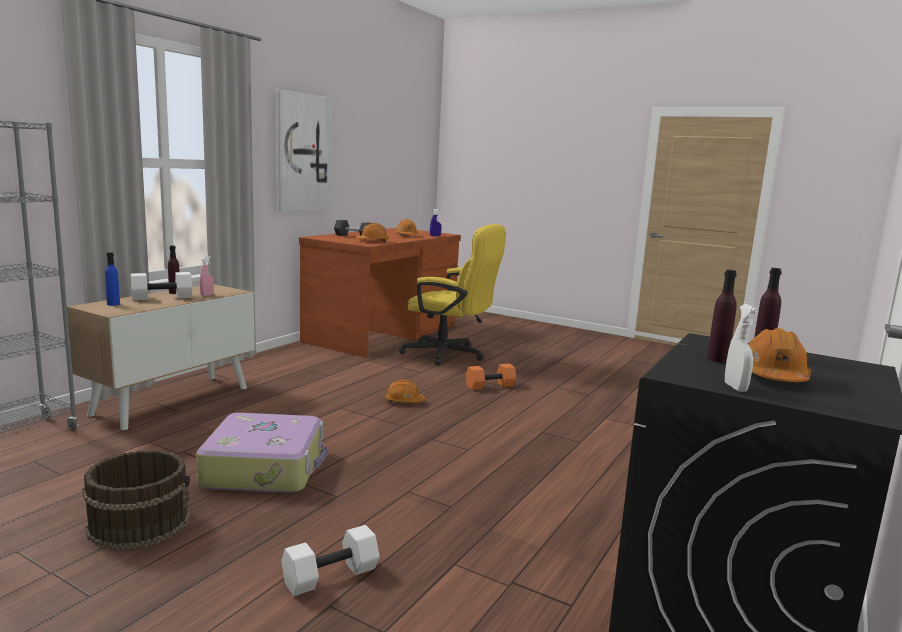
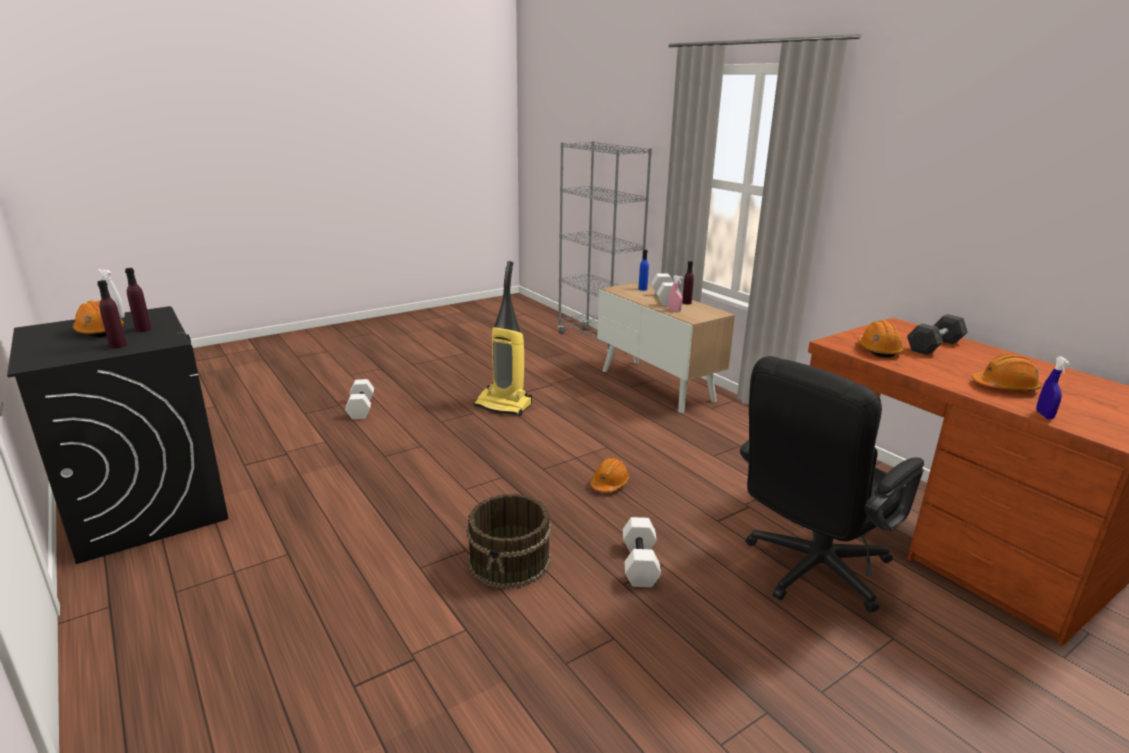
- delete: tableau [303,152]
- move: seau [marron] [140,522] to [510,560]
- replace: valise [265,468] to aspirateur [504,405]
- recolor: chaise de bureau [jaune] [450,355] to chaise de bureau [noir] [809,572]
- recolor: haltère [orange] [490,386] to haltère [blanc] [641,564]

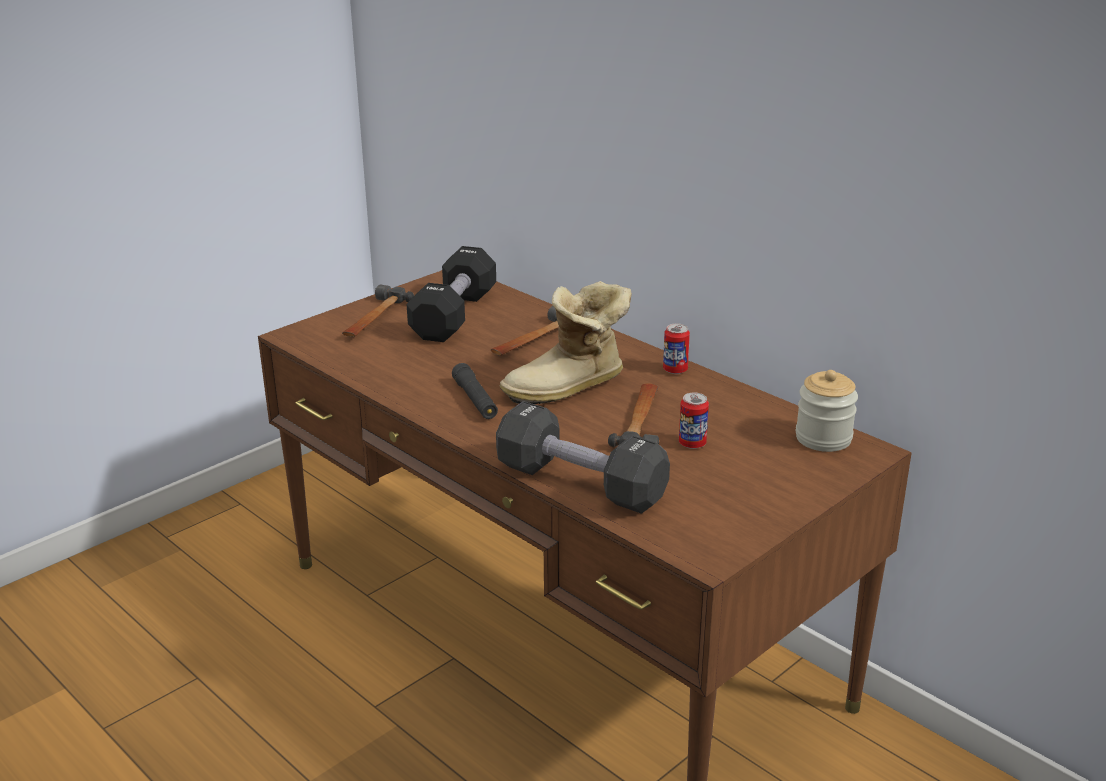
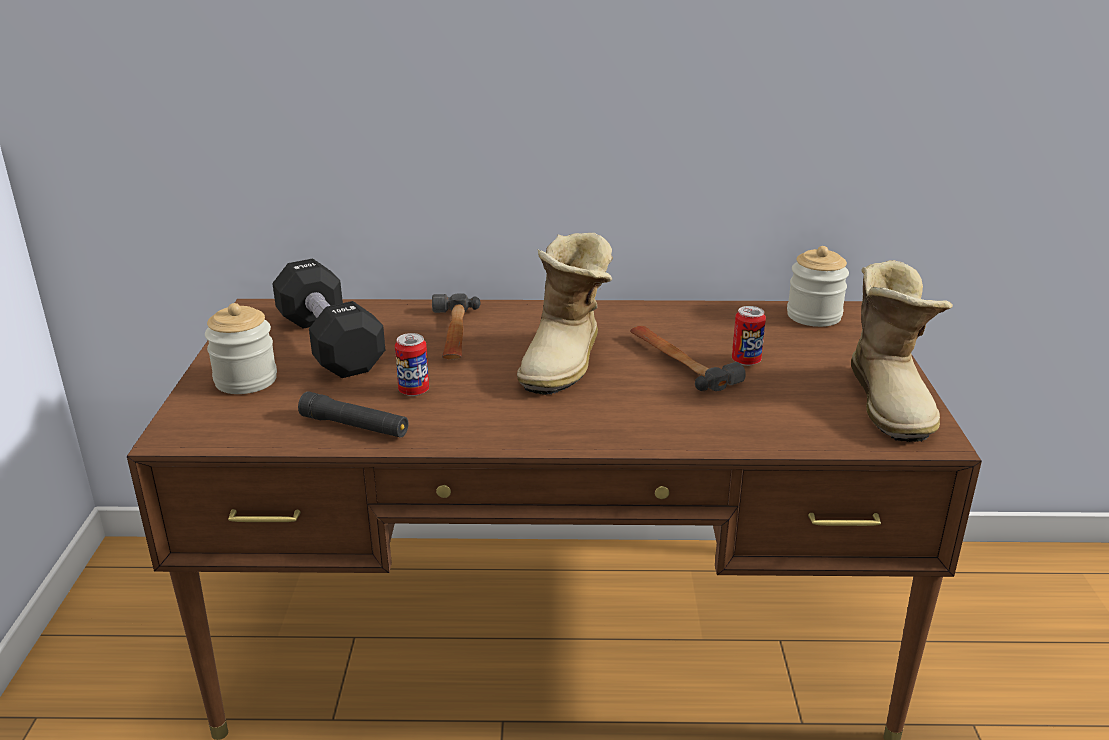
- delete: haltère [noir] [580,483]
- insert: botte [892,401]
- move: lampe de poche [noir] [475,400] to [355,426]
- move: boîte métallique [675,370] to [414,391]
- replace: marteau [374,319] to bocal [246,380]

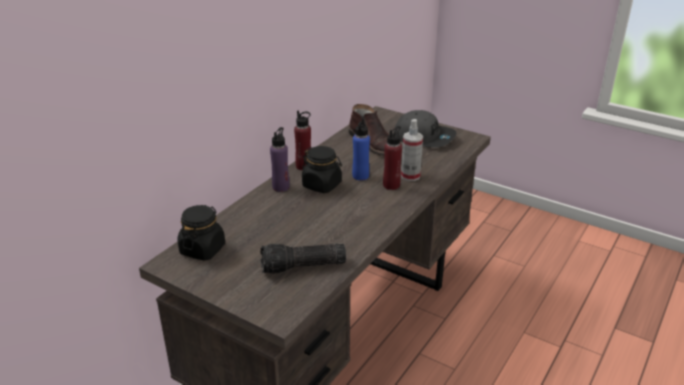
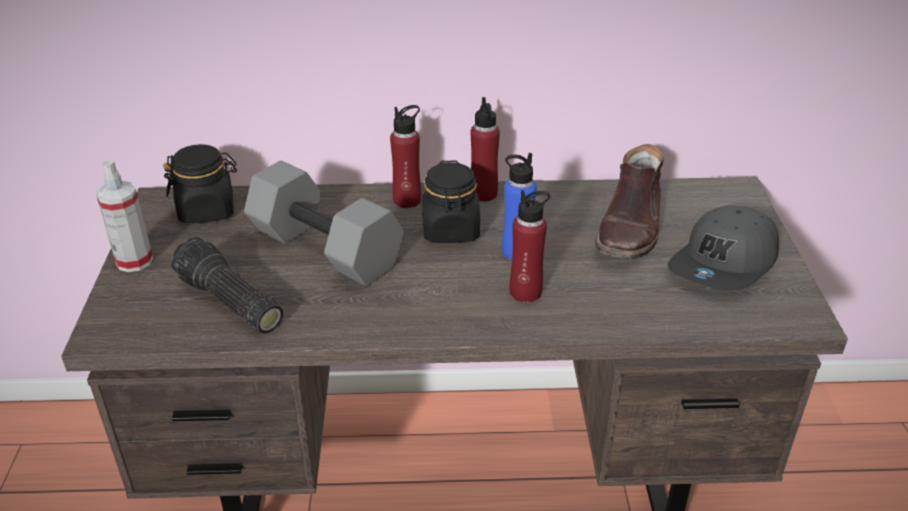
- insert: haltère [gris] [328,248]
- move: vaporisateur [410,176] to [134,261]
- recolor: bouteille [violet] [281,187] to bouteille [rouge] [407,200]
- rotate: casquette [gris] [424,137] = [725,264] 45 degrees clockwise

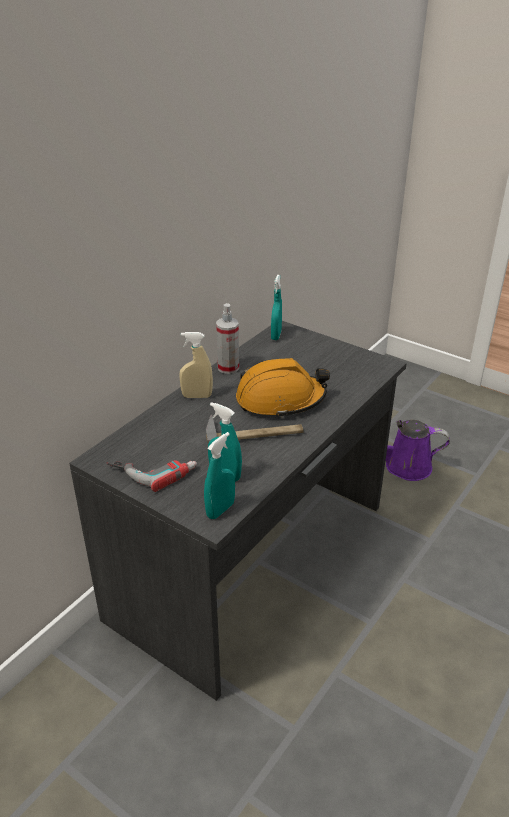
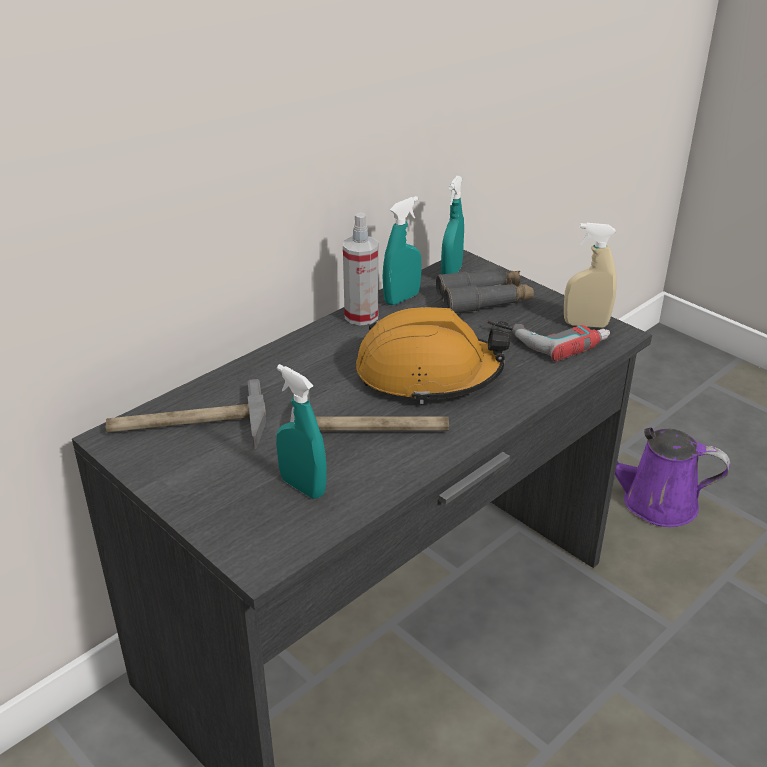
- insert: marteau [187,425]
- insert: jumelles [gris] [484,300]
- move: perceuse [153,469] to [549,336]
- move: vaporisateur [beige] [197,396] to [585,324]
- move: vaporisateur [turquoise] [220,510] to [402,298]

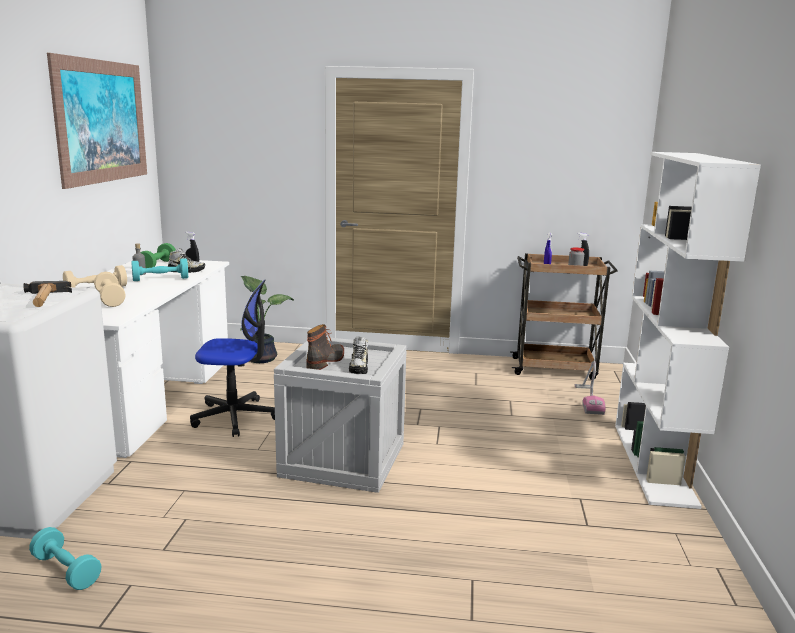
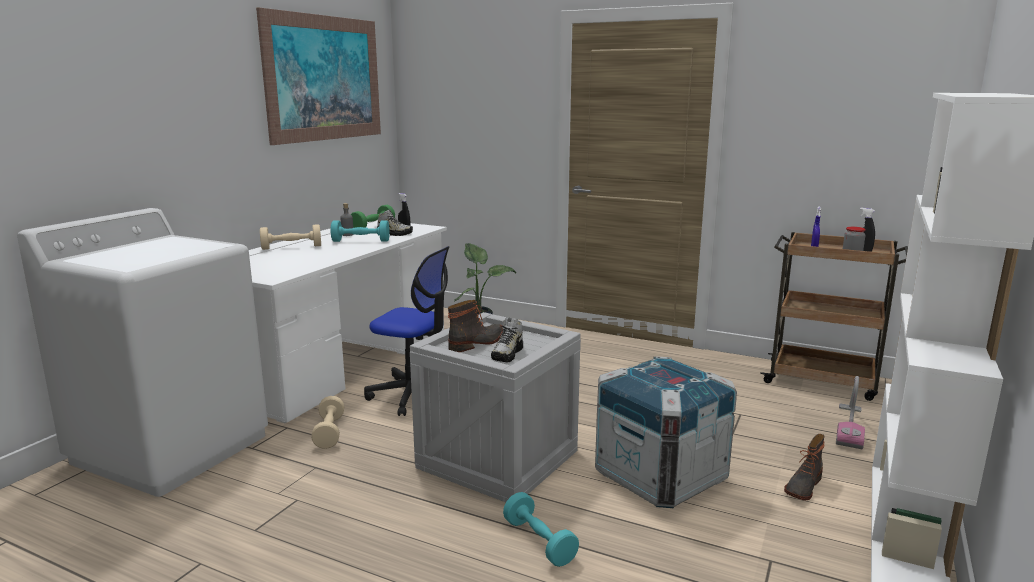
- delete: marteau [45,299]
- insert: caisse [660,476]
- insert: botte [802,486]
- move: haltère [turquoise] [66,571] to [539,542]
- move: haltère [beige] [110,299] to [329,432]

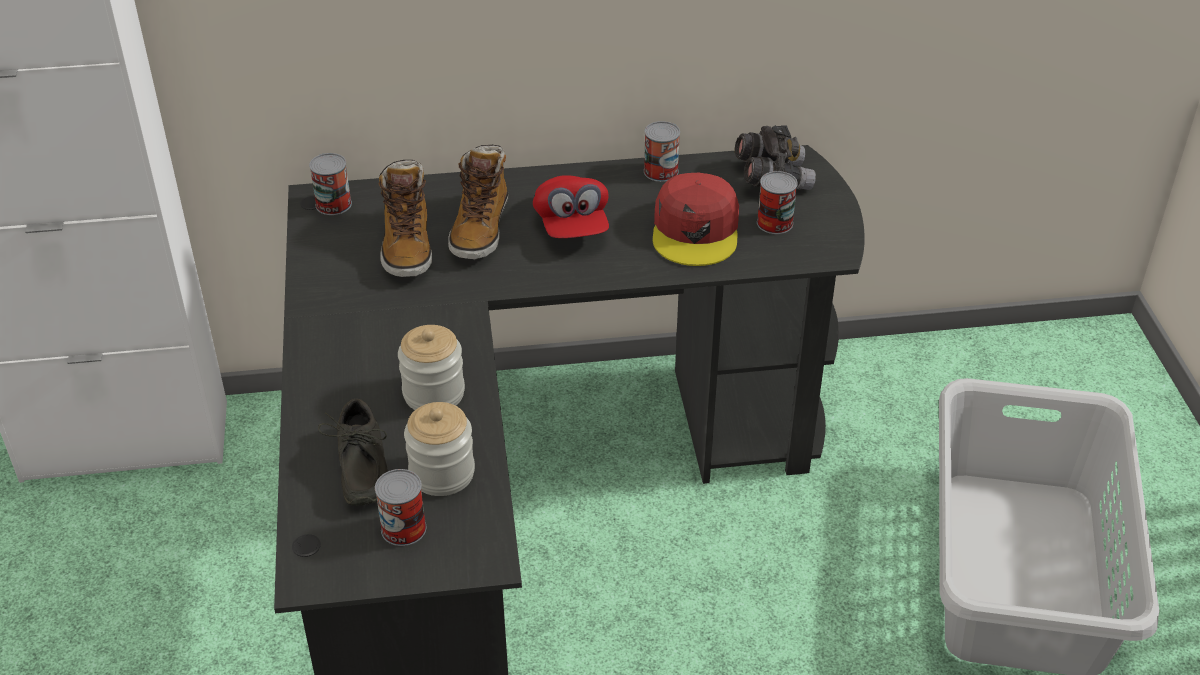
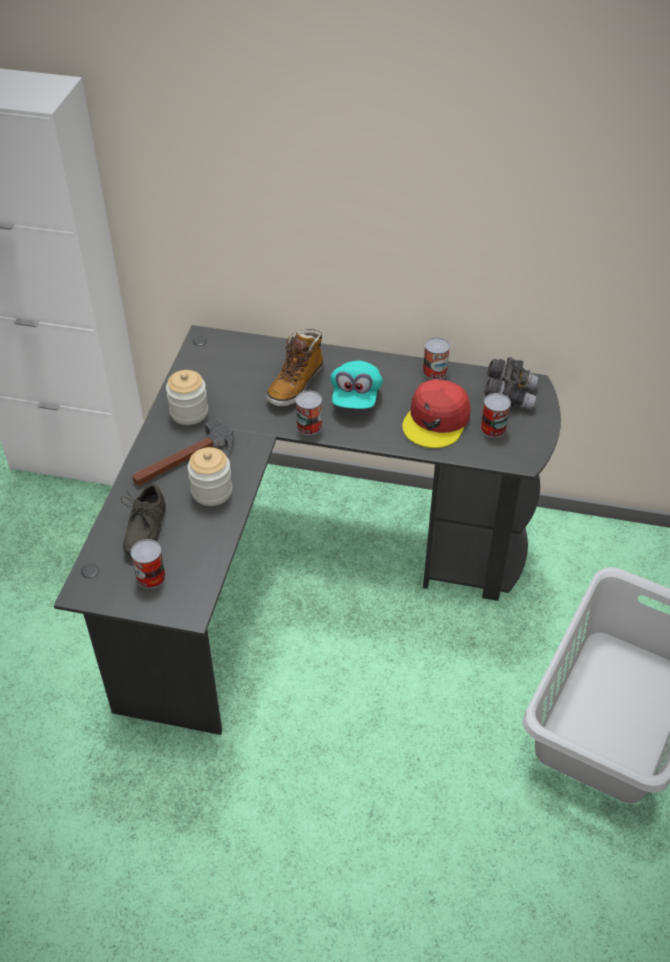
- delete: botte [407,246]
- insert: marteau [184,459]
- move: boîte métallique [333,204] to [309,426]
- move: bocal [442,473] to [189,412]
- recolor: casquette [rouge] [572,226] to casquette [turquoise] [355,397]

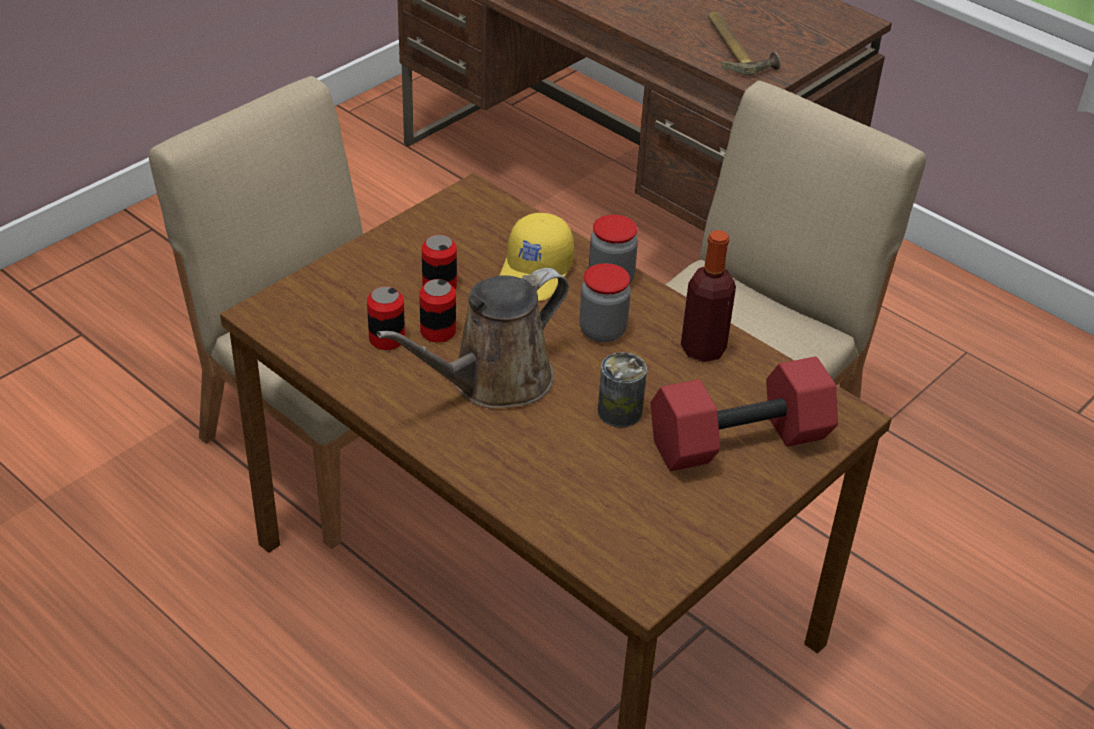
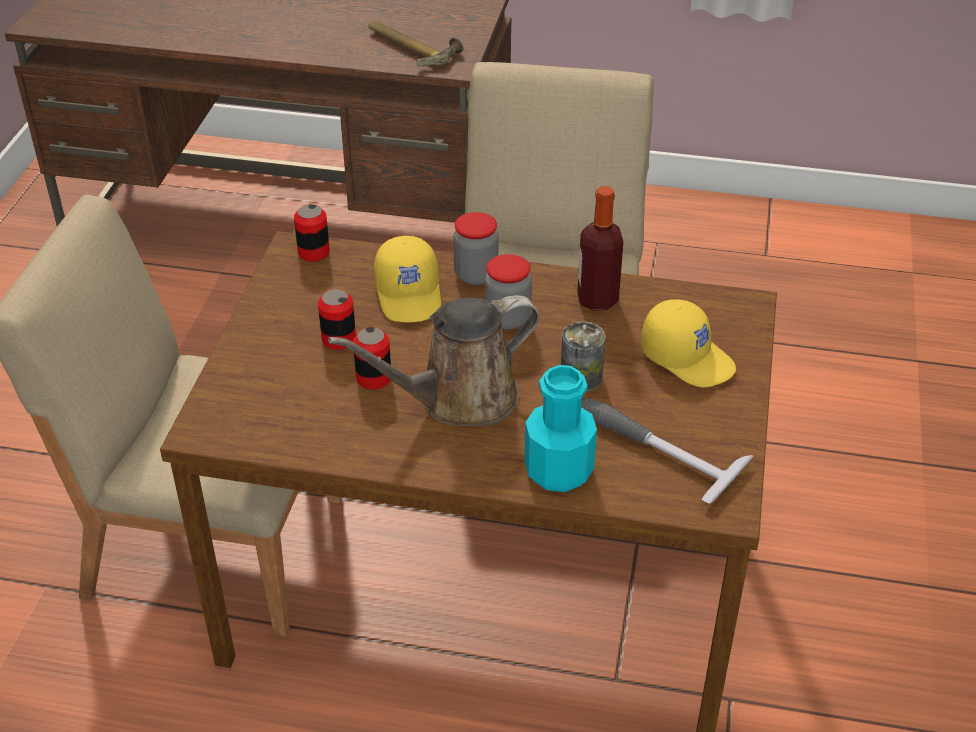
- insert: bouteille [turquoise] [558,470]
- insert: marteau [654,446]
- move: boîte métallique [387,339] to [314,252]
- replace: haltère [rouge] [739,438] to casquette [jaune] [688,357]
- rotate: arrosoir [marron] [493,381] = [458,399] 45 degrees clockwise

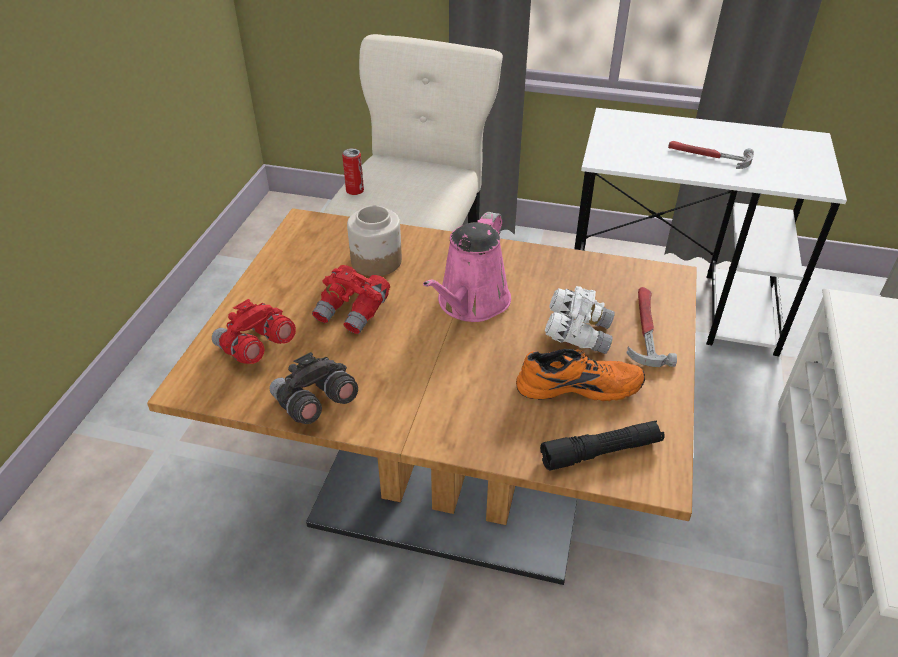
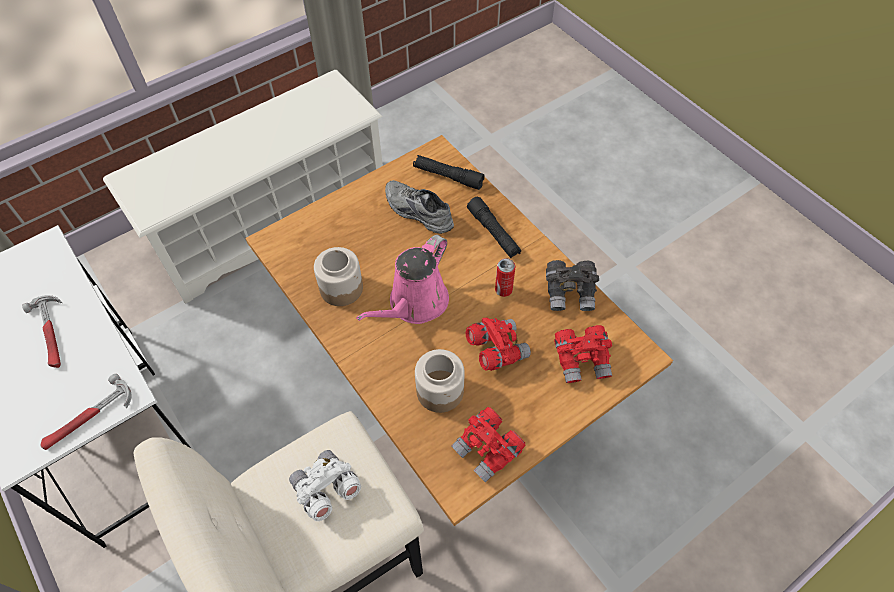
- insert: bocal [341,288]
- insert: jumelles [rouge] [488,450]
- insert: lampe de poche [noir] [493,233]
- move: boîte métallique [355,191] to [503,290]
- move: jumelles [blanc] [577,334] to [326,490]
- move: marteau [645,329] to [88,418]
- recolor: chaussure [orange] [578,384] to chaussure [gris] [417,213]
- rotate: arrosoir [rose] [471,304] = [415,304] 150 degrees clockwise

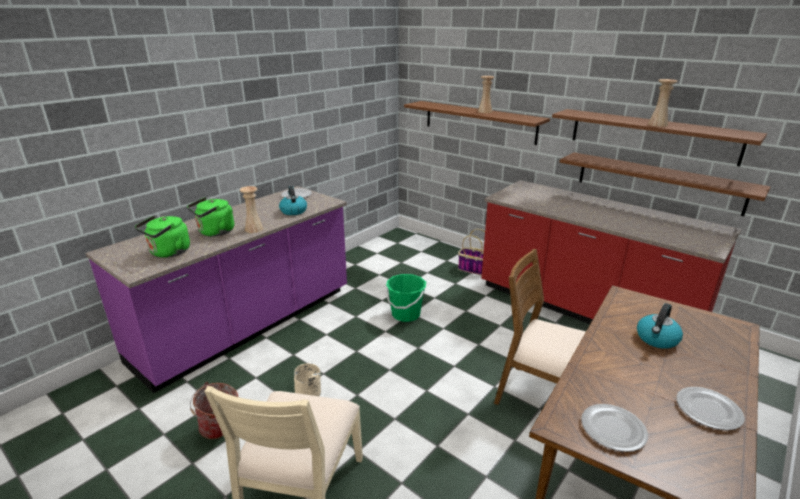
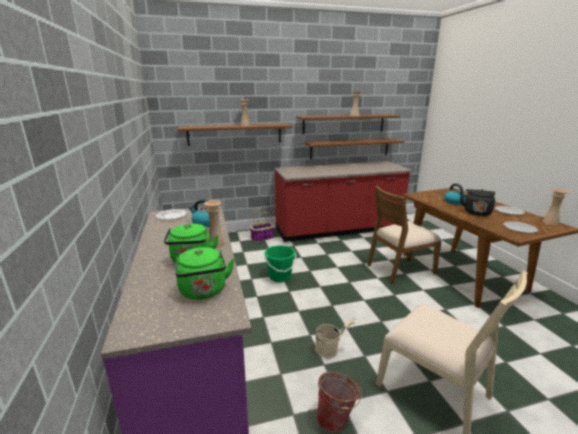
- insert: bouilloire [noir] [476,212]
- insert: vase [beige] [550,222]

